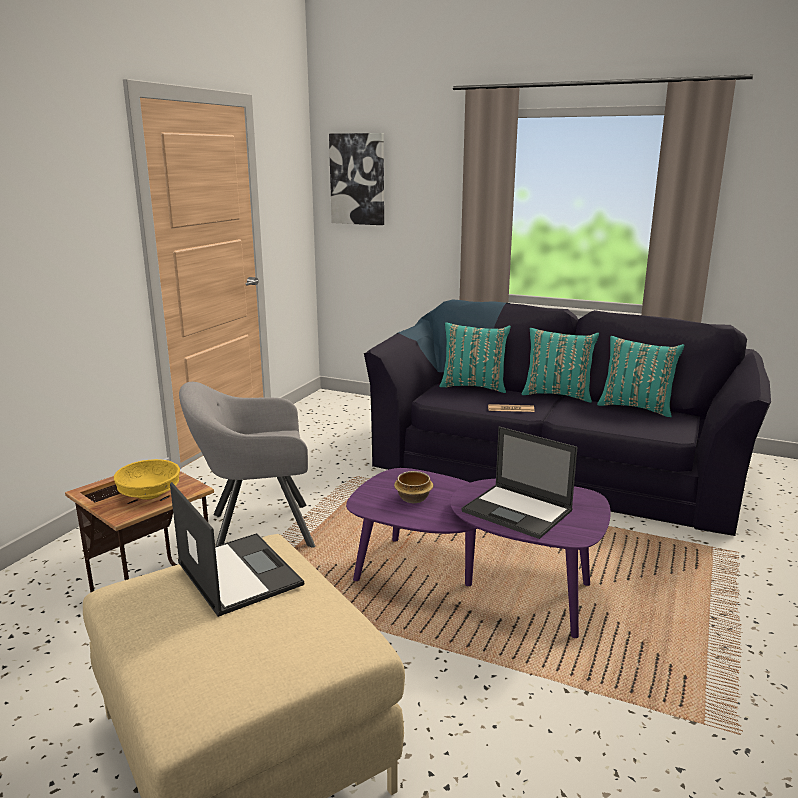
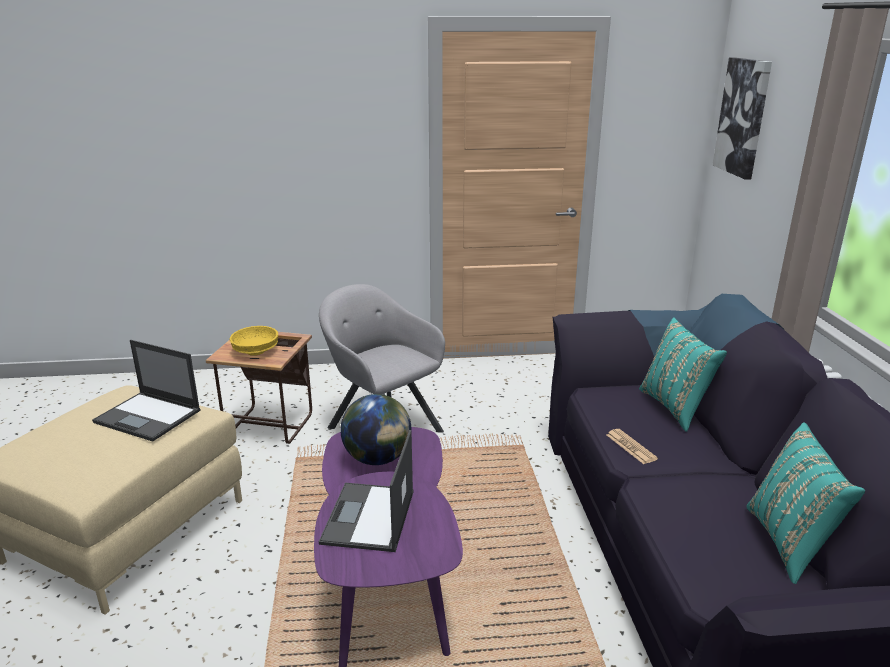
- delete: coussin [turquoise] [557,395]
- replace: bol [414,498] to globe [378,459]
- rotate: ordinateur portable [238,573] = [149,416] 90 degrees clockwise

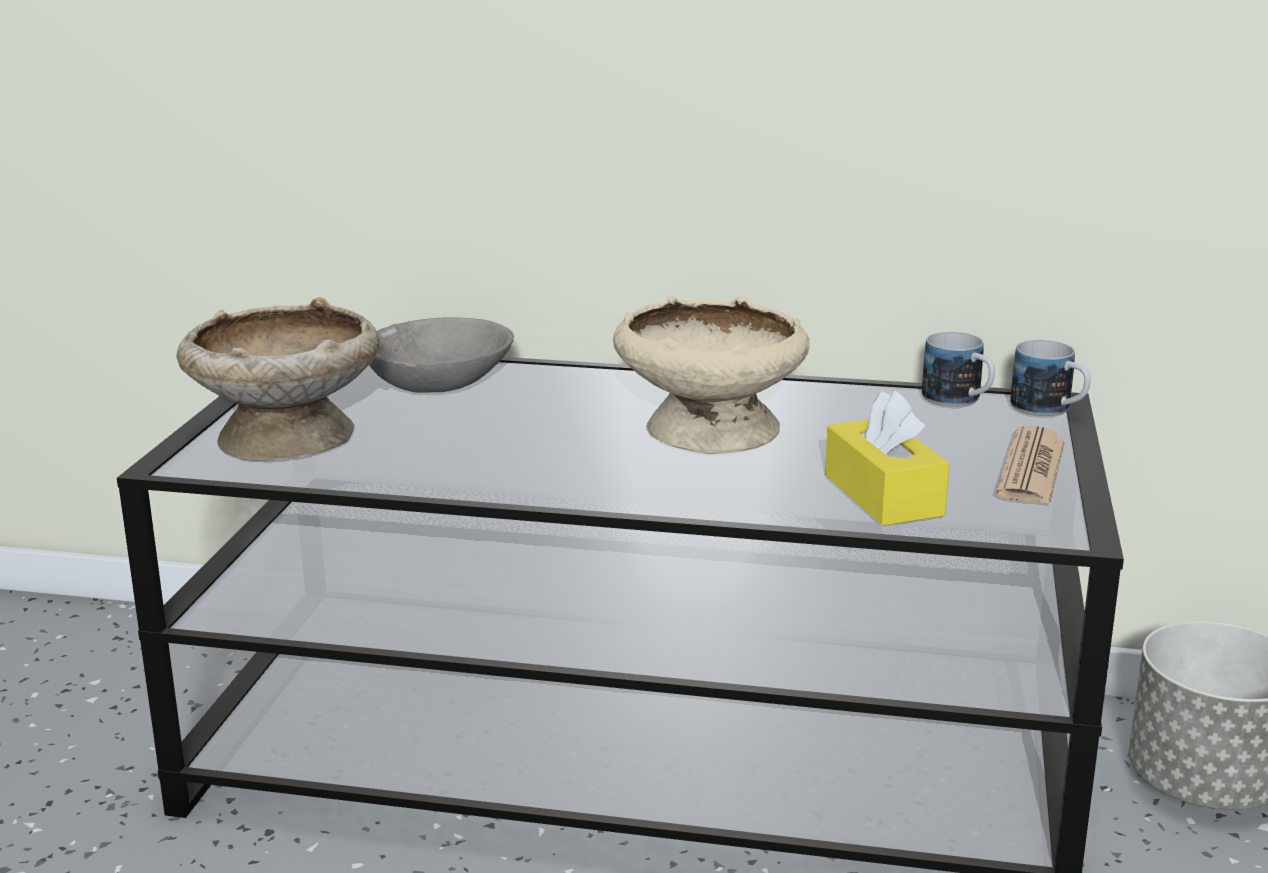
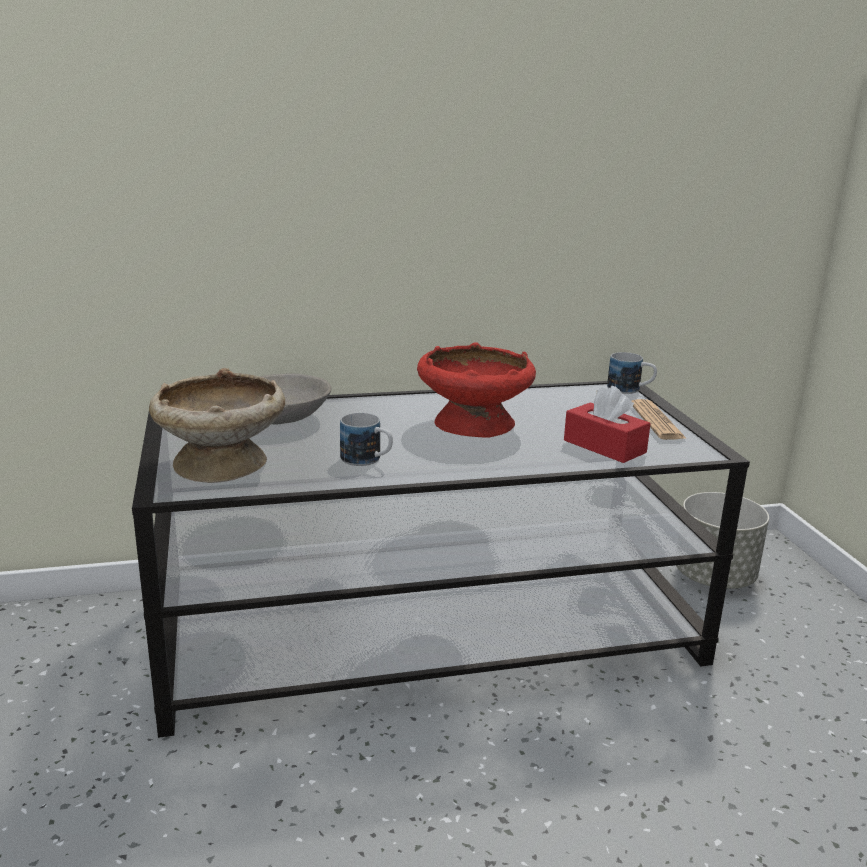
- move: mug [959,401] to [367,460]
- recolor: bol [beige] [709,431] to bol [rouge] [473,424]
- recolor: boîte à mouchoirs [jaune] [883,495] to boîte à mouchoirs [rouge] [604,446]

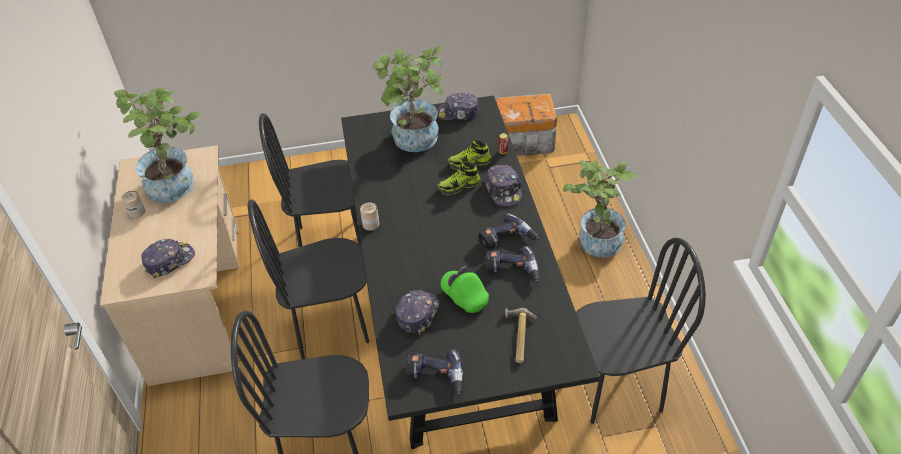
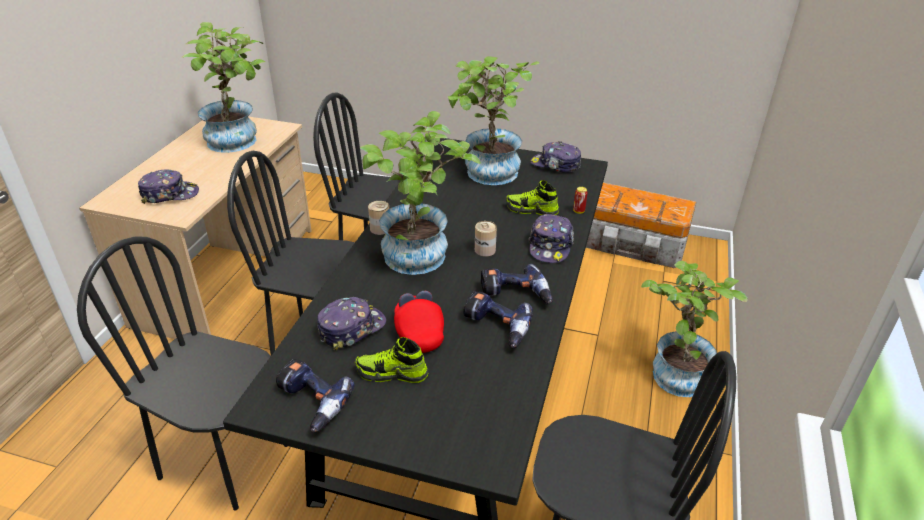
- delete: marteau [518,337]
- insert: plante en pot [419,261]
- move: boîte métallique [137,212] to [485,250]
- move: chaussure [459,186] to [392,373]
- recolor: casquette [vert] [464,296] to casquette [rouge] [418,332]

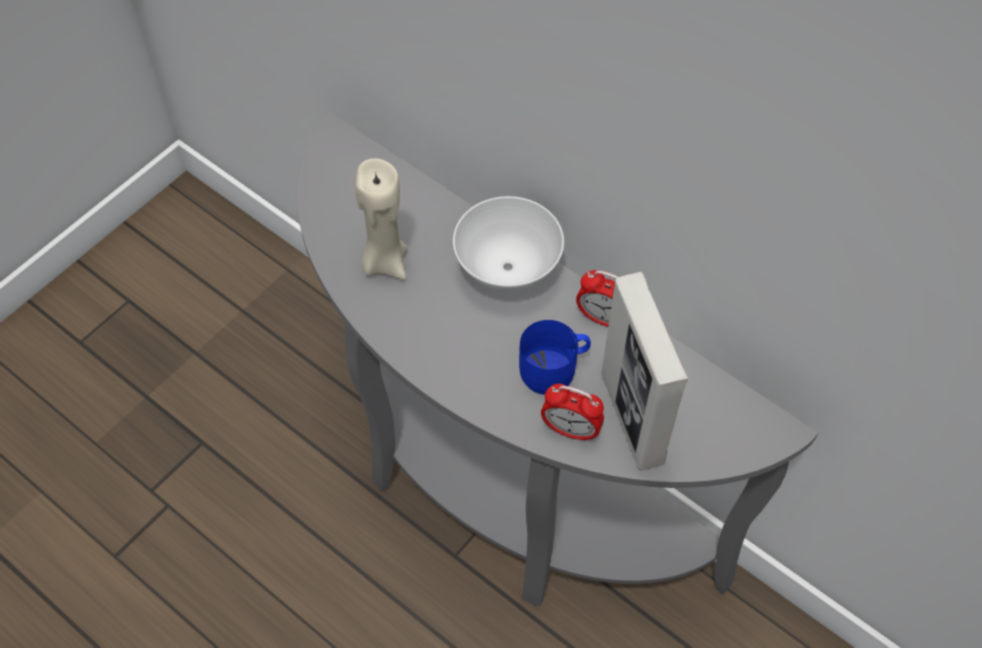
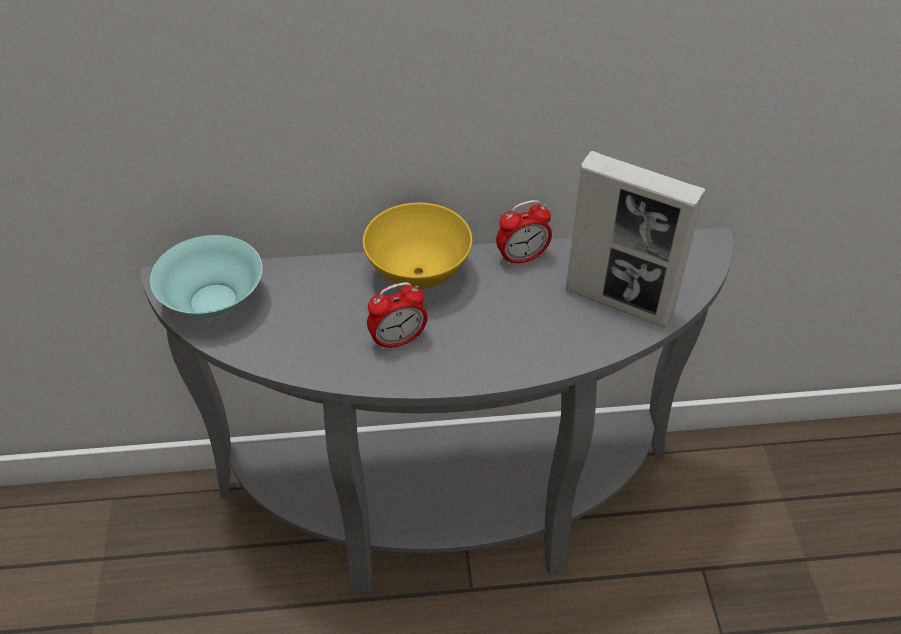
- delete: bougie [beige] [384,261]
- delete: mug [bleu] [555,370]
- insert: bol [turquoise] [215,301]
- move: réveil [570,430] to [398,340]
- recolor: bol [blanc] [507,269] to bol [jaune] [417,274]

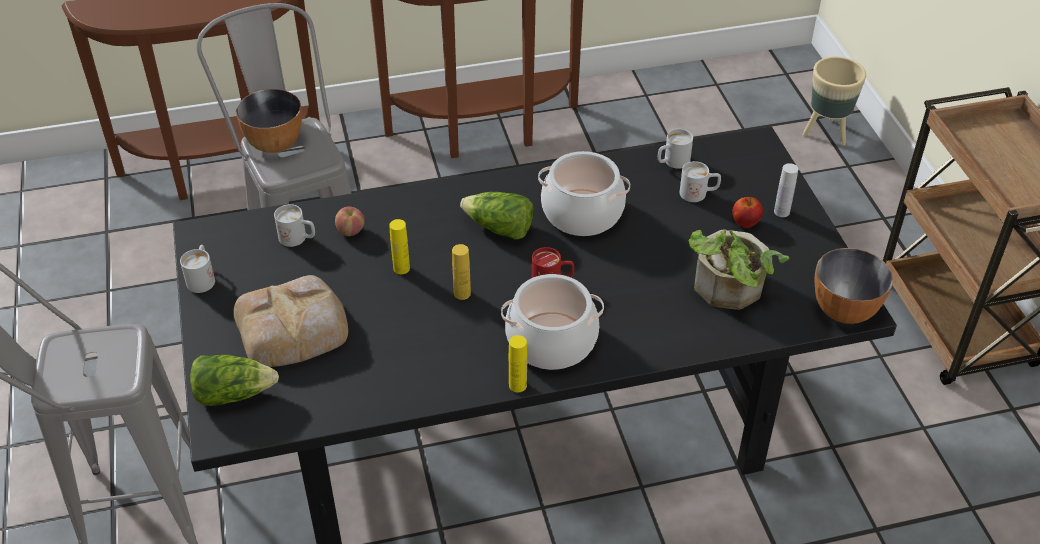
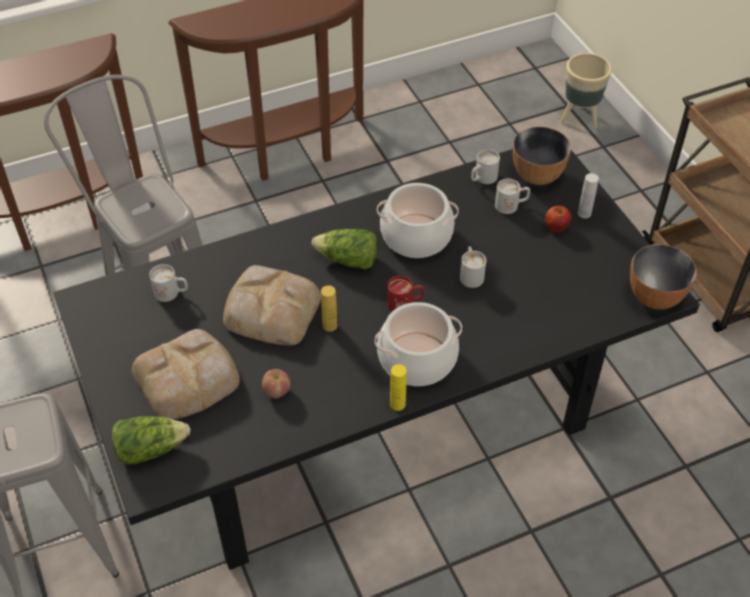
- delete: plante en pot [728,292]
- move: mug [blanc] [202,278] to [470,274]
- move: bol [275,143] to [537,175]
- move: pomme [351,231] to [276,391]
- replace: bouteille [jaune] [401,268] to pain [271,309]

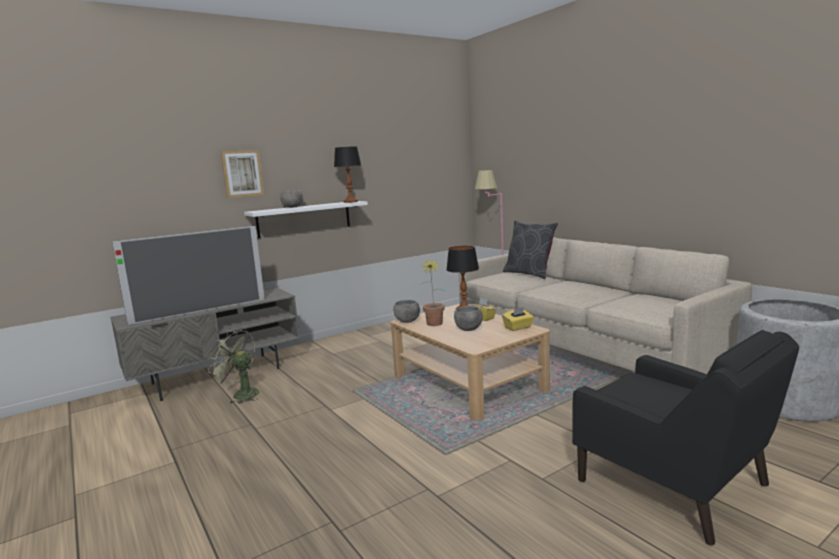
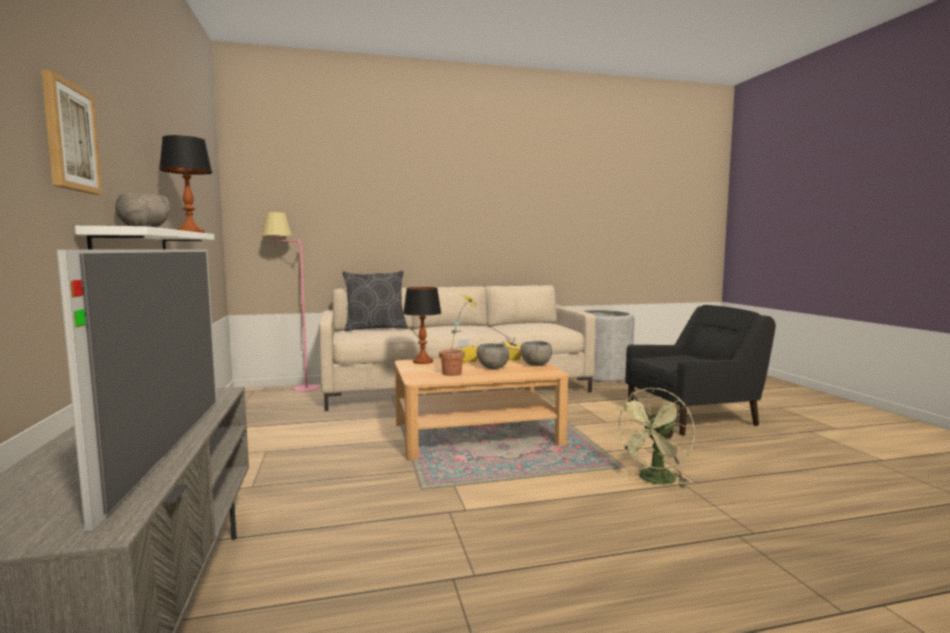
- move: ventilateur [vert] [240,394] to [654,480]
- move: bol [gris] [407,321] to [536,365]

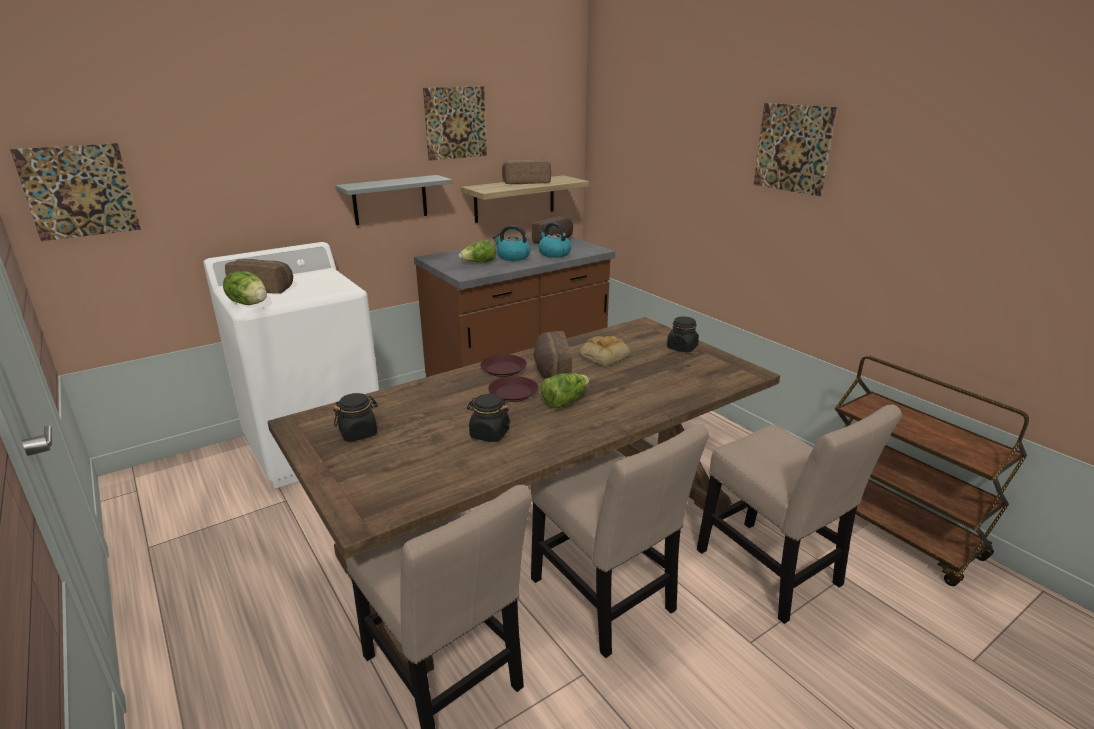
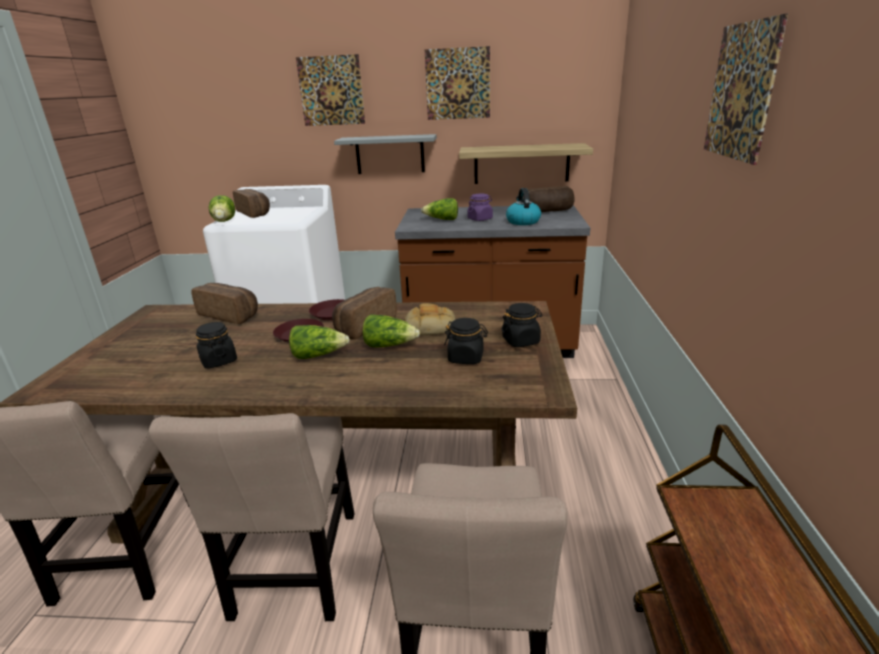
- insert: laitue [389,345]
- move: tableau [79,191] to [331,91]
- move: bocal [noir] [358,433] to [466,358]
- move: pain [526,182] to [231,314]
- replace: bouilloire [512,257] to bocal [violet] [480,219]

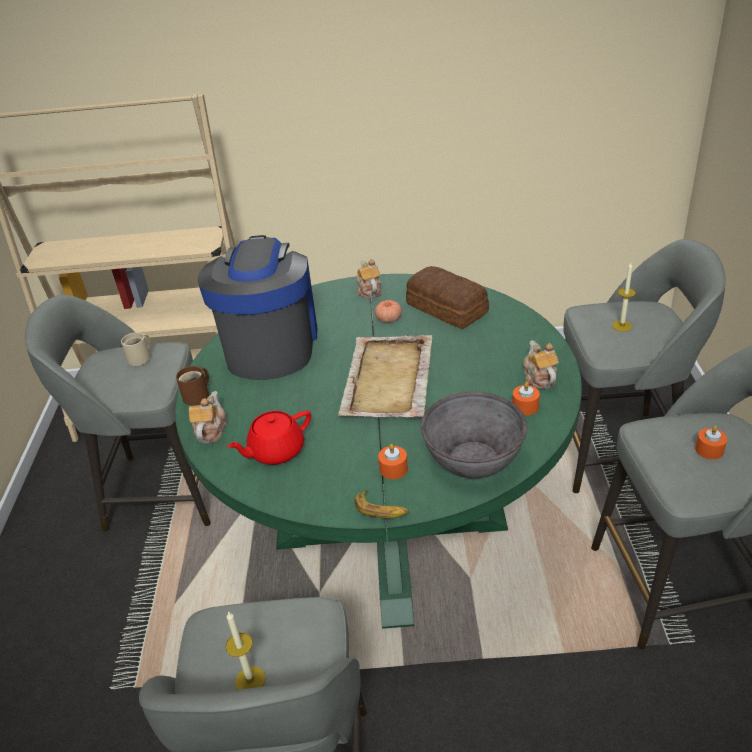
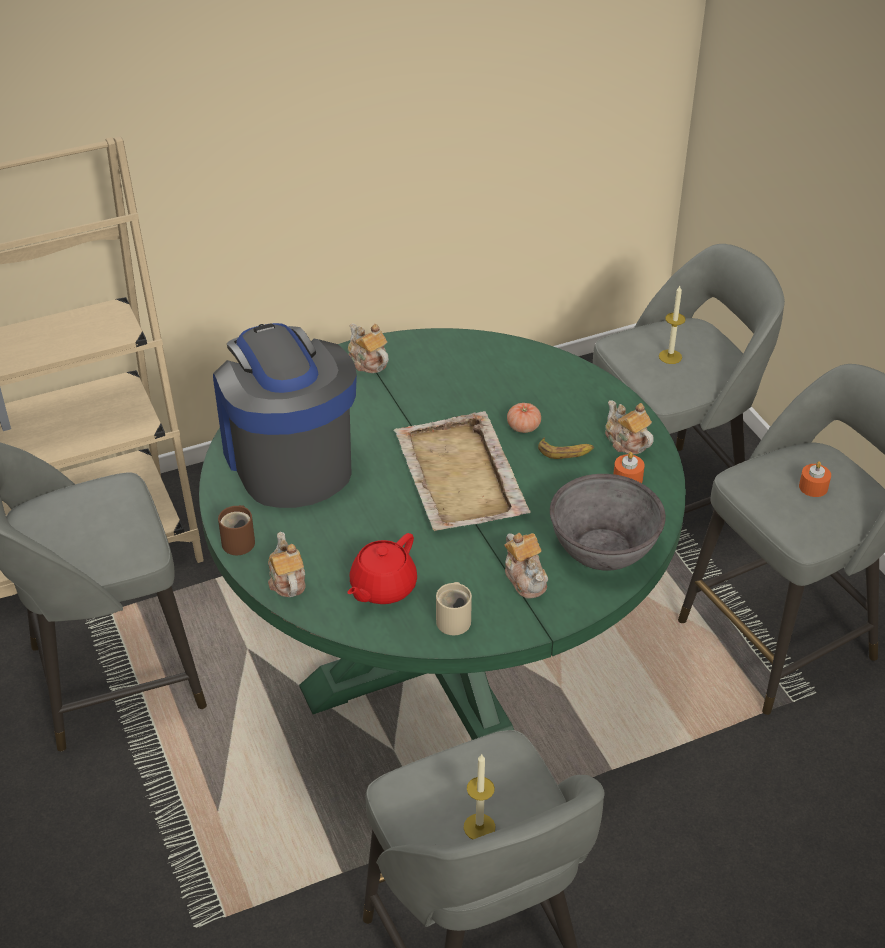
- delete: pain [447,309]
- move: mug [beige] [141,358] to [455,619]
- move: banane [381,510] to [565,452]
- move: tomate [389,319] to [523,427]
- replace: bougie [orange] [393,469] to théière [525,578]

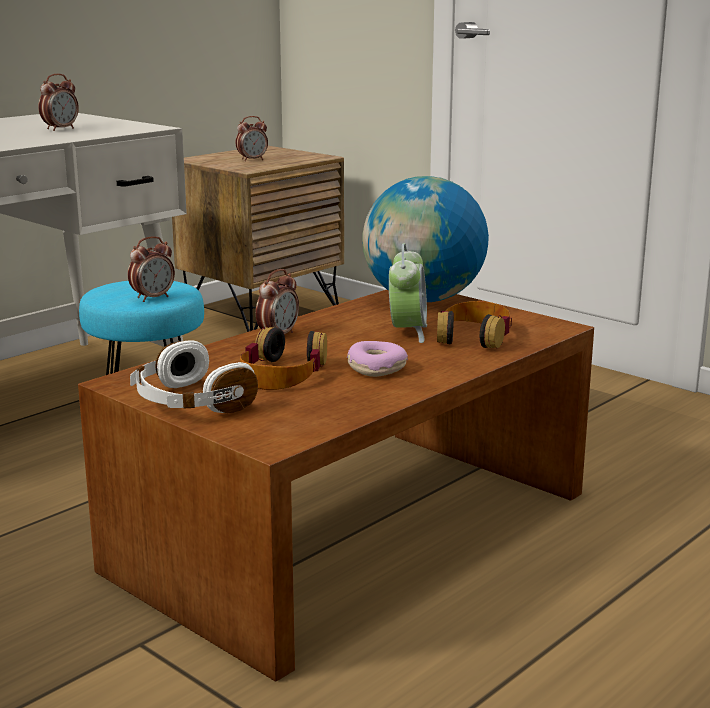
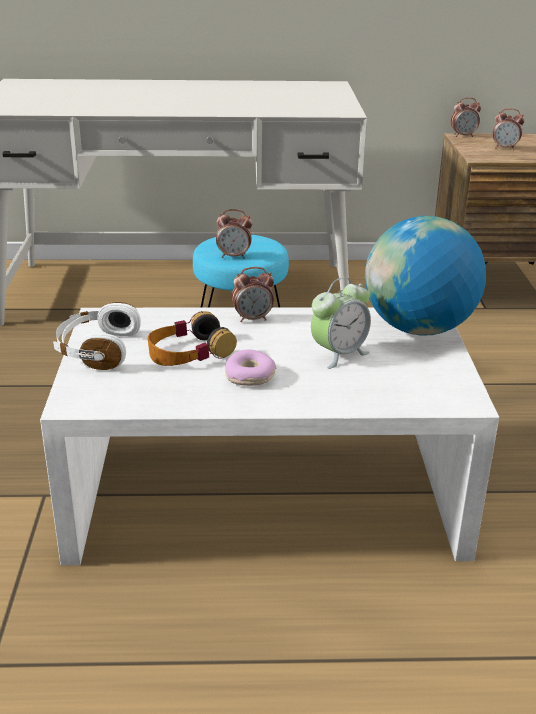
- delete: casque audio [474,336]
- move: réveil [60,129] to [463,136]
- recolor: table basse [marron] [353,529] to table basse [blanc] [265,490]

